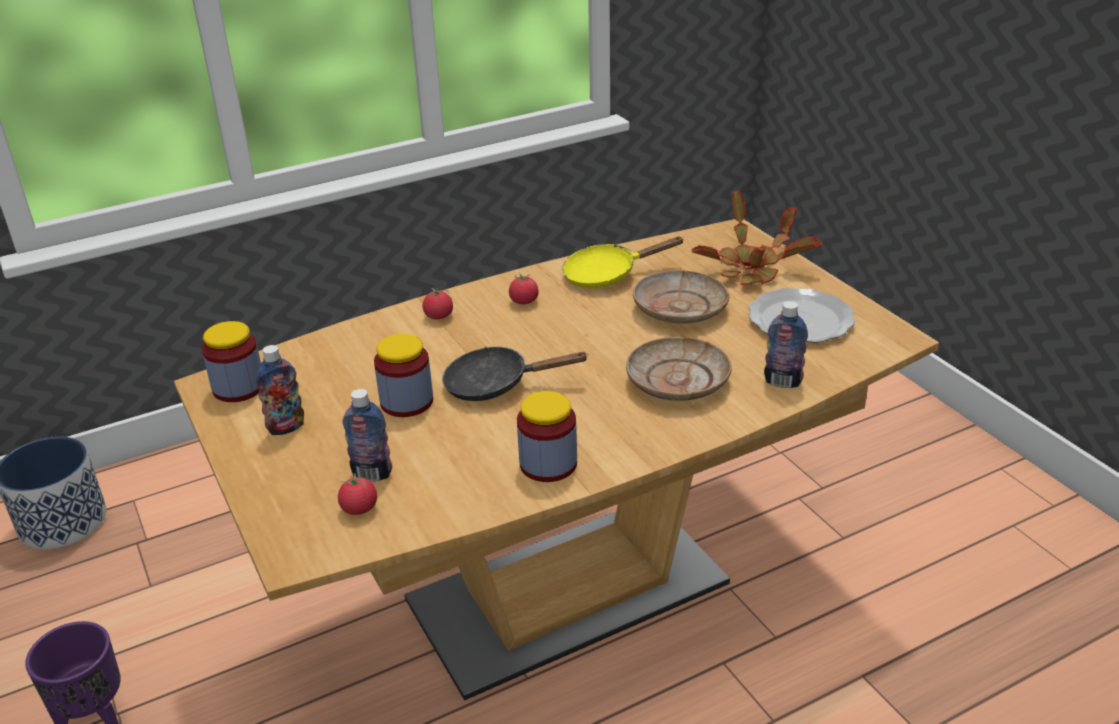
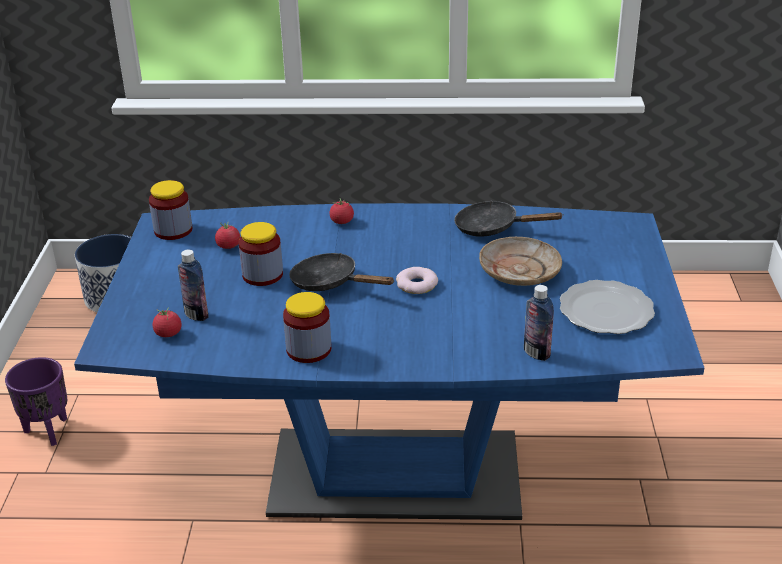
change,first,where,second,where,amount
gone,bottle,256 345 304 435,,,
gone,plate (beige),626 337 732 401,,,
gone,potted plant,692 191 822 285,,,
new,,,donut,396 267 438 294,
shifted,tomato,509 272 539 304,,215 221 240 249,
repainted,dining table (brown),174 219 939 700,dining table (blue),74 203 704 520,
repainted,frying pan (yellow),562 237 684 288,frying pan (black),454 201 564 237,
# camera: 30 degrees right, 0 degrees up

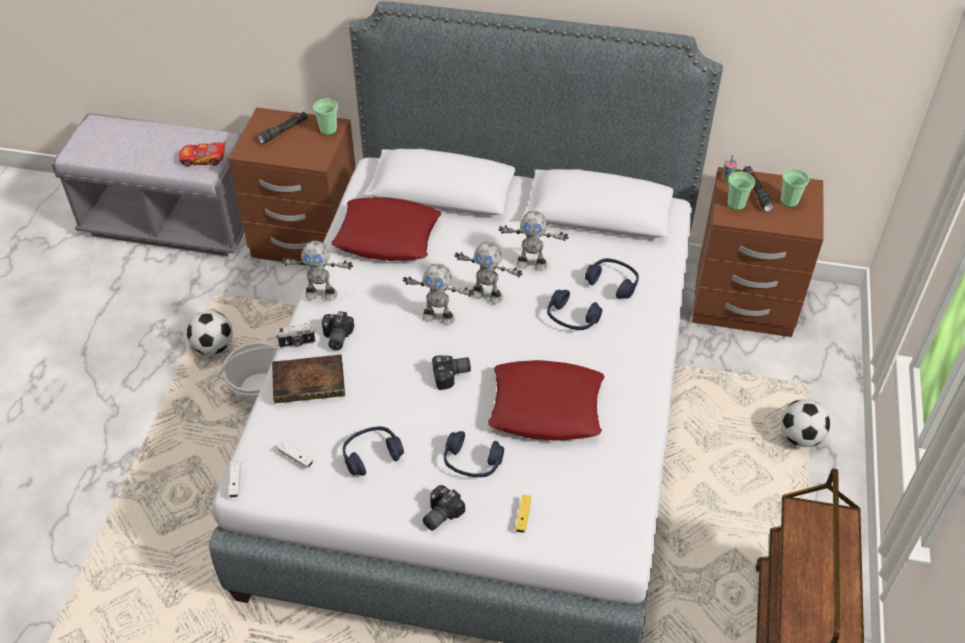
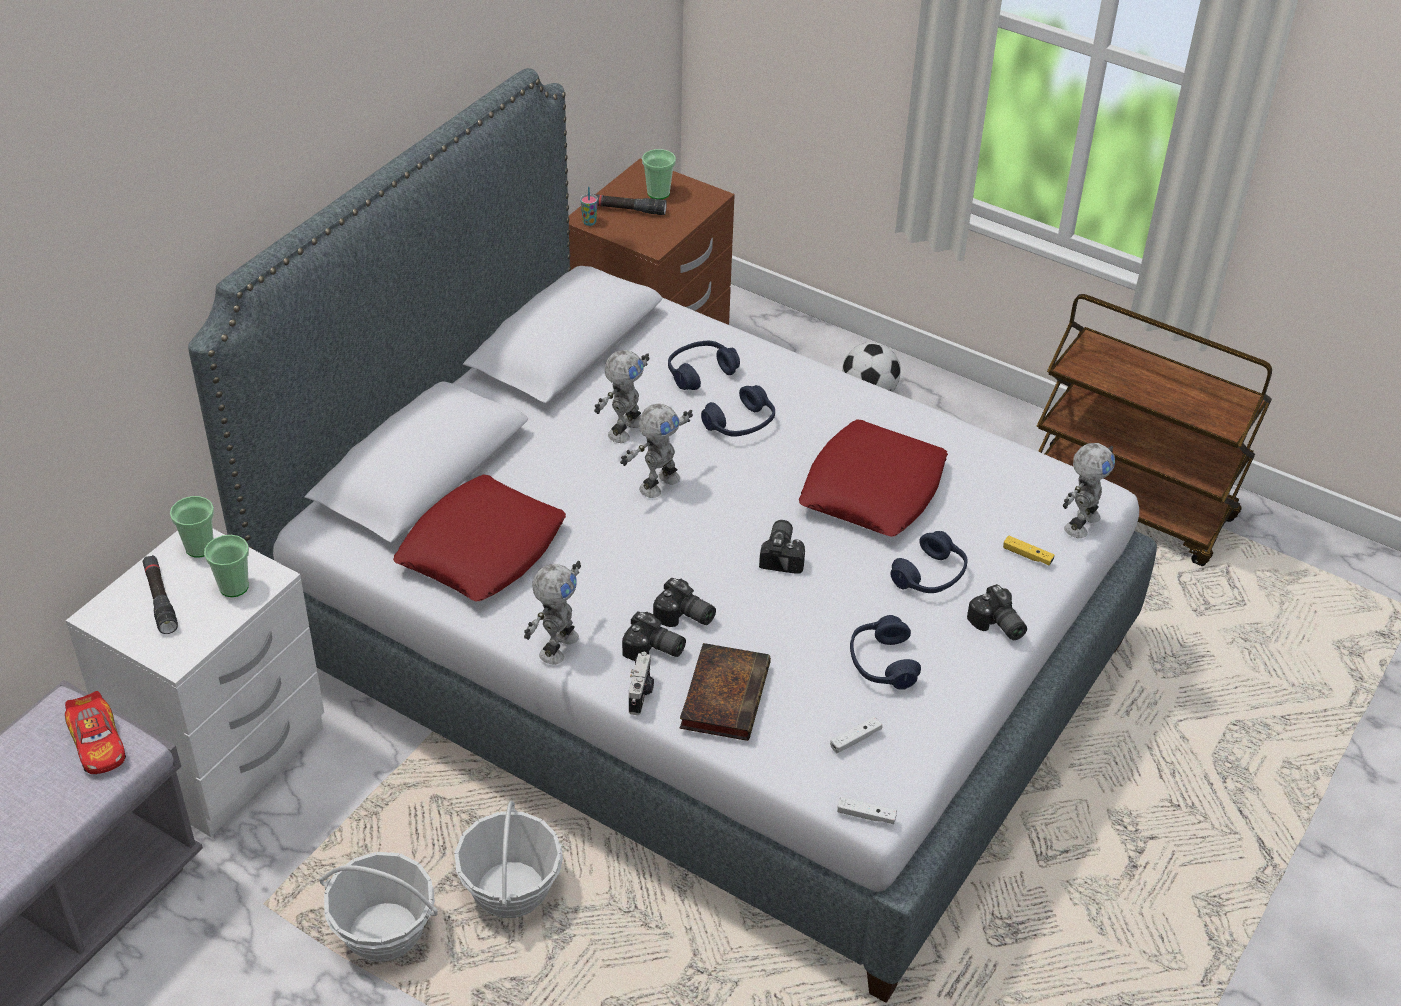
change,first,where,second,where,amount
new,,,photo camera,653 577 716 627,
shifted,toy robot,403 263 474 326,,1063 443 1115 538,
shifted,cup,728 171 755 210,,204 535 249 597,
swapped,football,187 310 233 355,basket,319 852 438 962,
repainted,nightstand (brown),228 107 356 266,nightstand (white),66 529 324 837,
rotated,toy car,179 142 225 166,,65 691 126 774,45 degrees counterclockwise
# camera: 70 degrees left, 5 degrees down

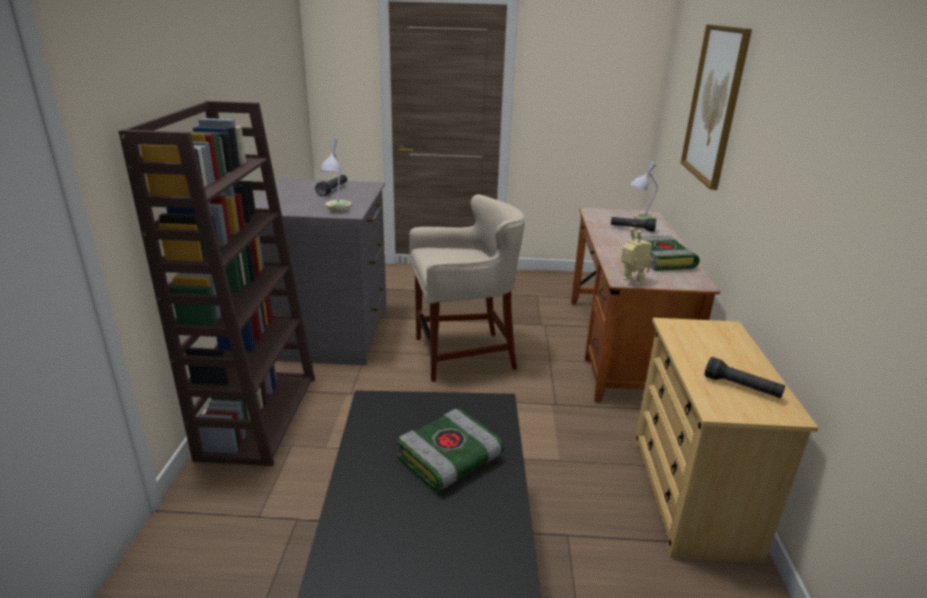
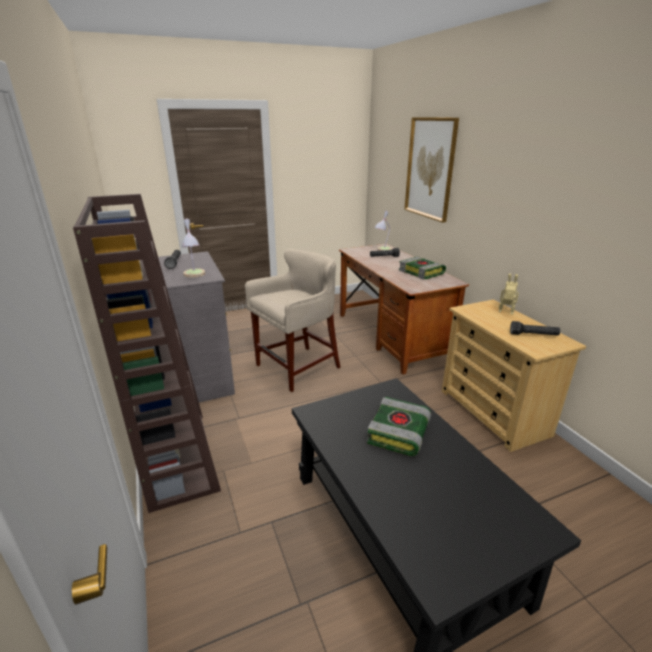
change,first,where,second,where,amount
shifted,toy robot,621 228 652 285,,499 274 519 315,
# camera: 25 degrees left, 0 degrees up

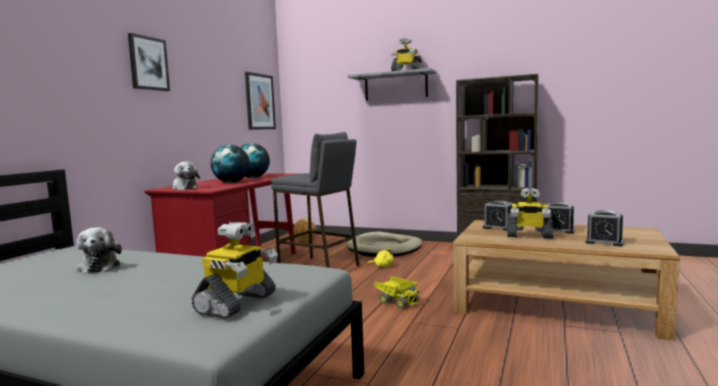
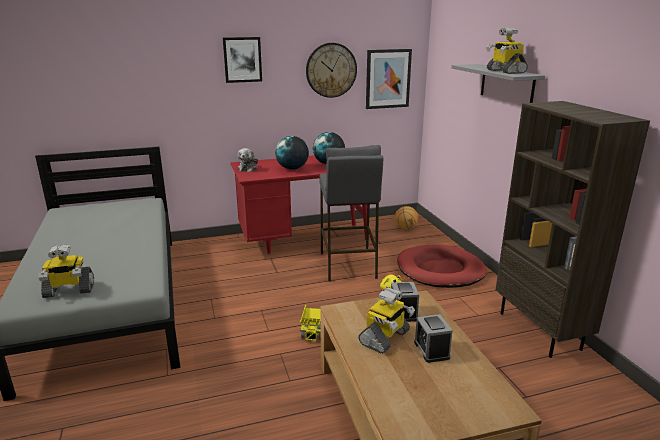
change,first,where,second,where,amount
gone,plush toy,76 228 122 273,,,
gone,alarm clock,586 210 624 247,,,
new,,,wall clock,306 43 357 98,
repainted,dog bed (beige),346 232 422 257,dog bed (red),397 245 487 288,
rotated,toy robot,507 188 553 239,,358 288 415 354,120 degrees counterclockwise
# camera: 50 degrees right, 15 degrees up

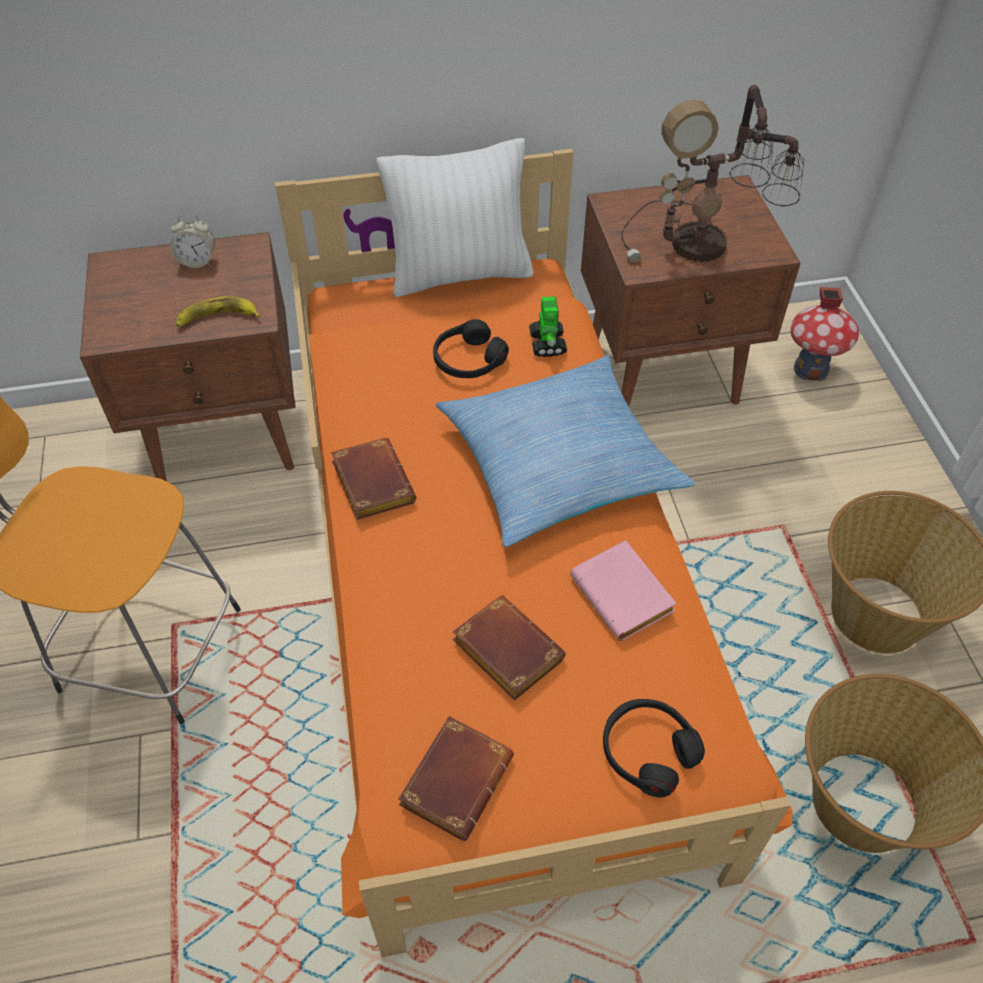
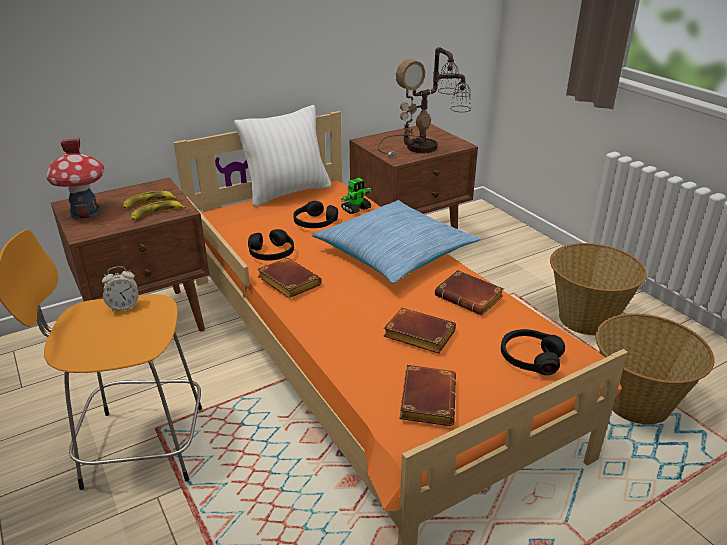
change,first,where,second,where,amount
new,,,banana,123 191 177 208,
new,,,headphones (black),248 229 294 261,
shifted,alarm clock,170 215 215 268,,102 266 139 312,
shifted,toy house,790 287 859 381,,46 138 104 219,
repainted,book (pink),570 540 677 641,book (brown),435 270 504 316,
rotated,toy robot,529 297 567 357,,341 178 372 214,75 degrees clockwise
# camera: 20 degrees left, 20 degrees down

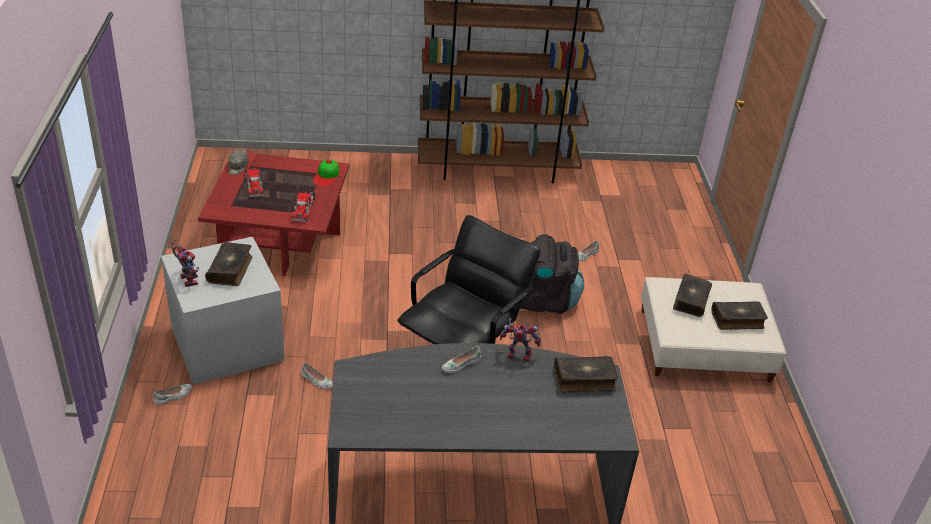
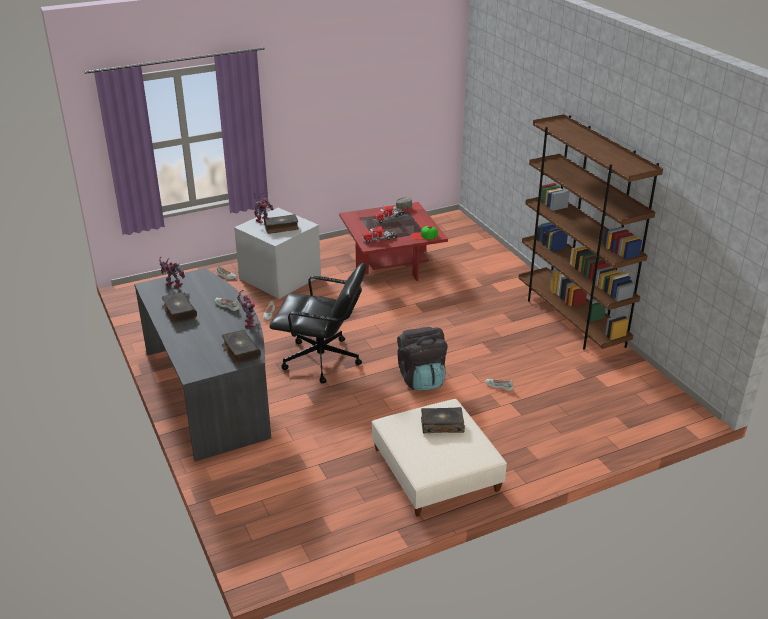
change,first,where,second,where,amount
new,,,toy robot,159 256 185 288,
shifted,book,711 301 768 330,,162 292 197 324,
# camera: 70 degrees right, 5 degrees down

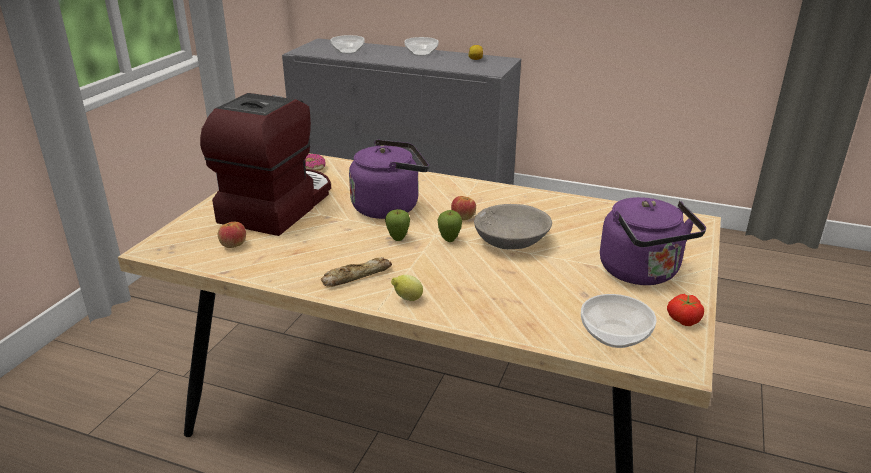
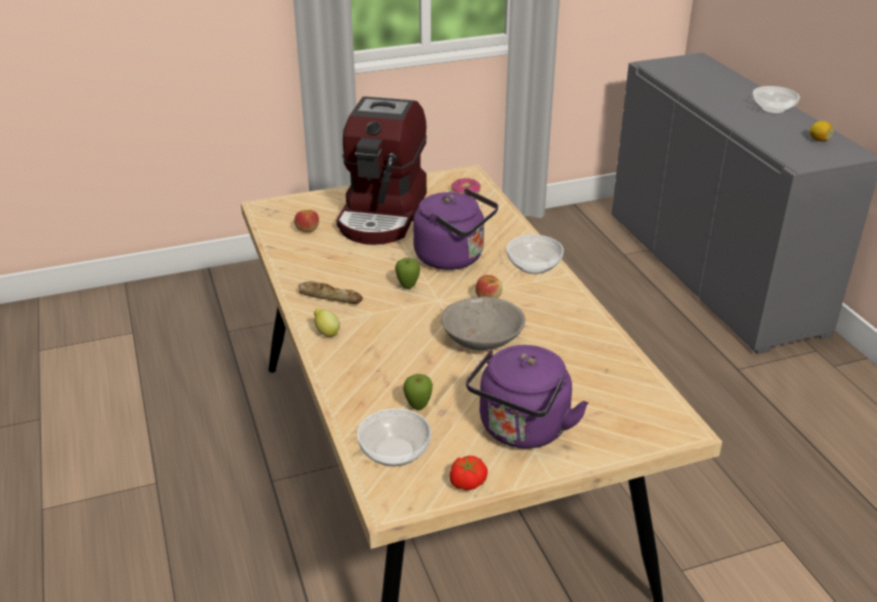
change,first,where,second,where,amount
shifted,bowl,331 35 365 54,,507 235 564 274,
shifted,apple,438 210 462 242,,403 374 433 410,
rotated,coffee machine,200 93 331 236,,336 96 427 245,120 degrees clockwise
# camera: 50 degrees right, 5 degrees up

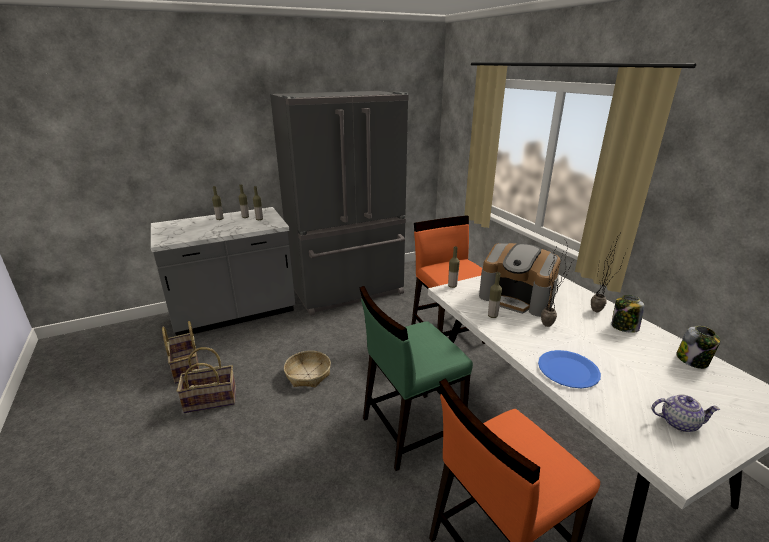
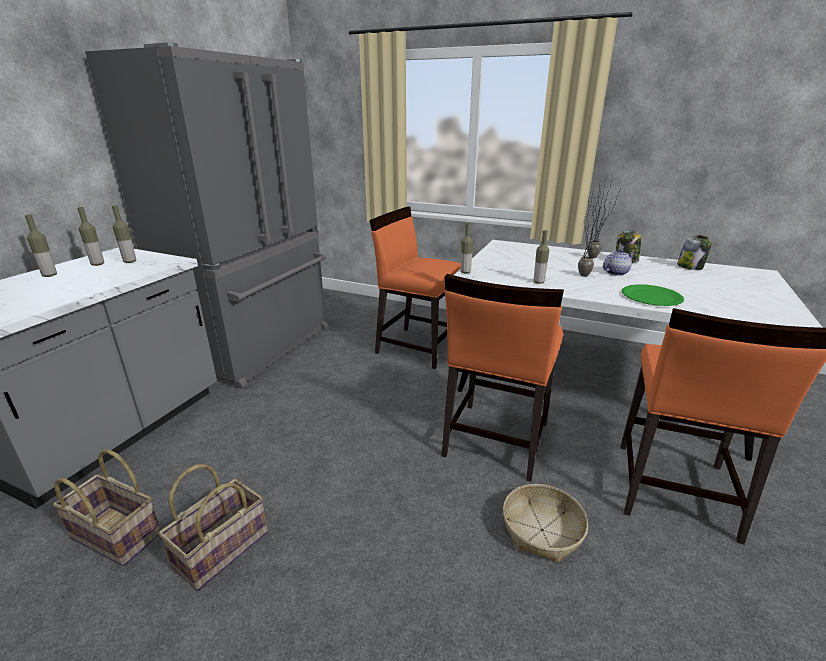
change,first,where,second,where,amount
gone,coffee machine,479 243 561 317,,,
shifted,basket,284 351 331 387,,503 484 588 563,
shifted,teapot,652 394 720 432,,603 249 634 276,
repainted,chair (green),360 286 473 471,chair (orange),441 274 564 482,
repainted,plate (blue),538 350 601 388,plate (green),622 284 684 306,
# camera: 40 degrees left, 0 degrees up

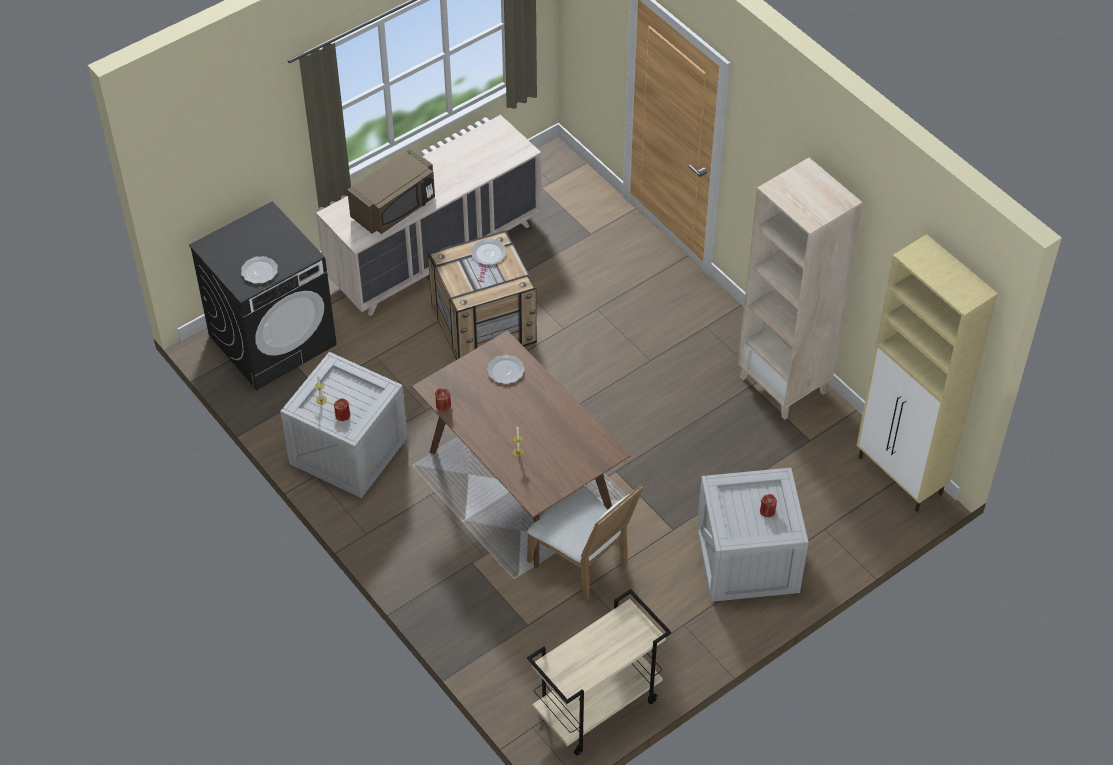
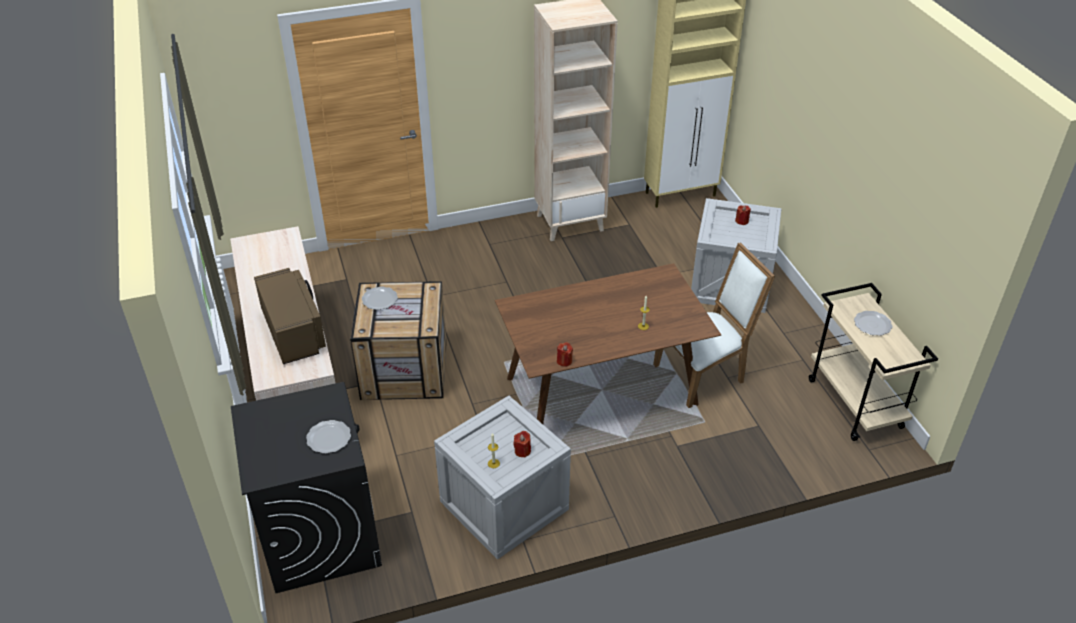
change,first,where,second,where,amount
shifted,plate,487 355 525 384,,854 311 892 336,
# camera: 70 degrees left, 10 degrees down

